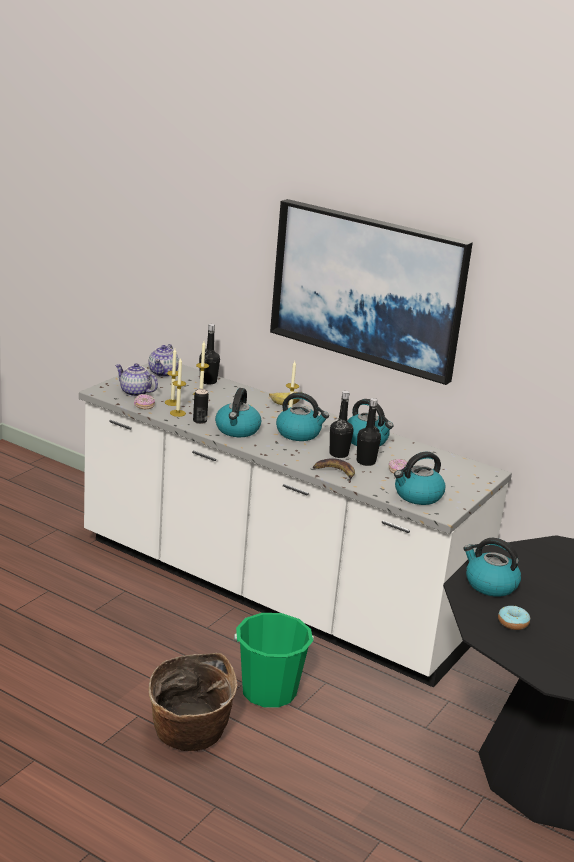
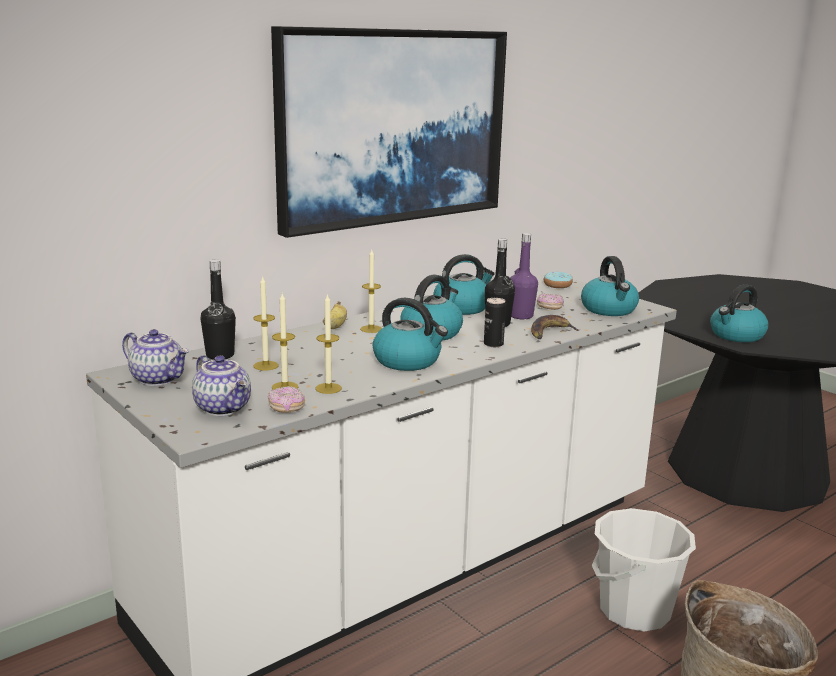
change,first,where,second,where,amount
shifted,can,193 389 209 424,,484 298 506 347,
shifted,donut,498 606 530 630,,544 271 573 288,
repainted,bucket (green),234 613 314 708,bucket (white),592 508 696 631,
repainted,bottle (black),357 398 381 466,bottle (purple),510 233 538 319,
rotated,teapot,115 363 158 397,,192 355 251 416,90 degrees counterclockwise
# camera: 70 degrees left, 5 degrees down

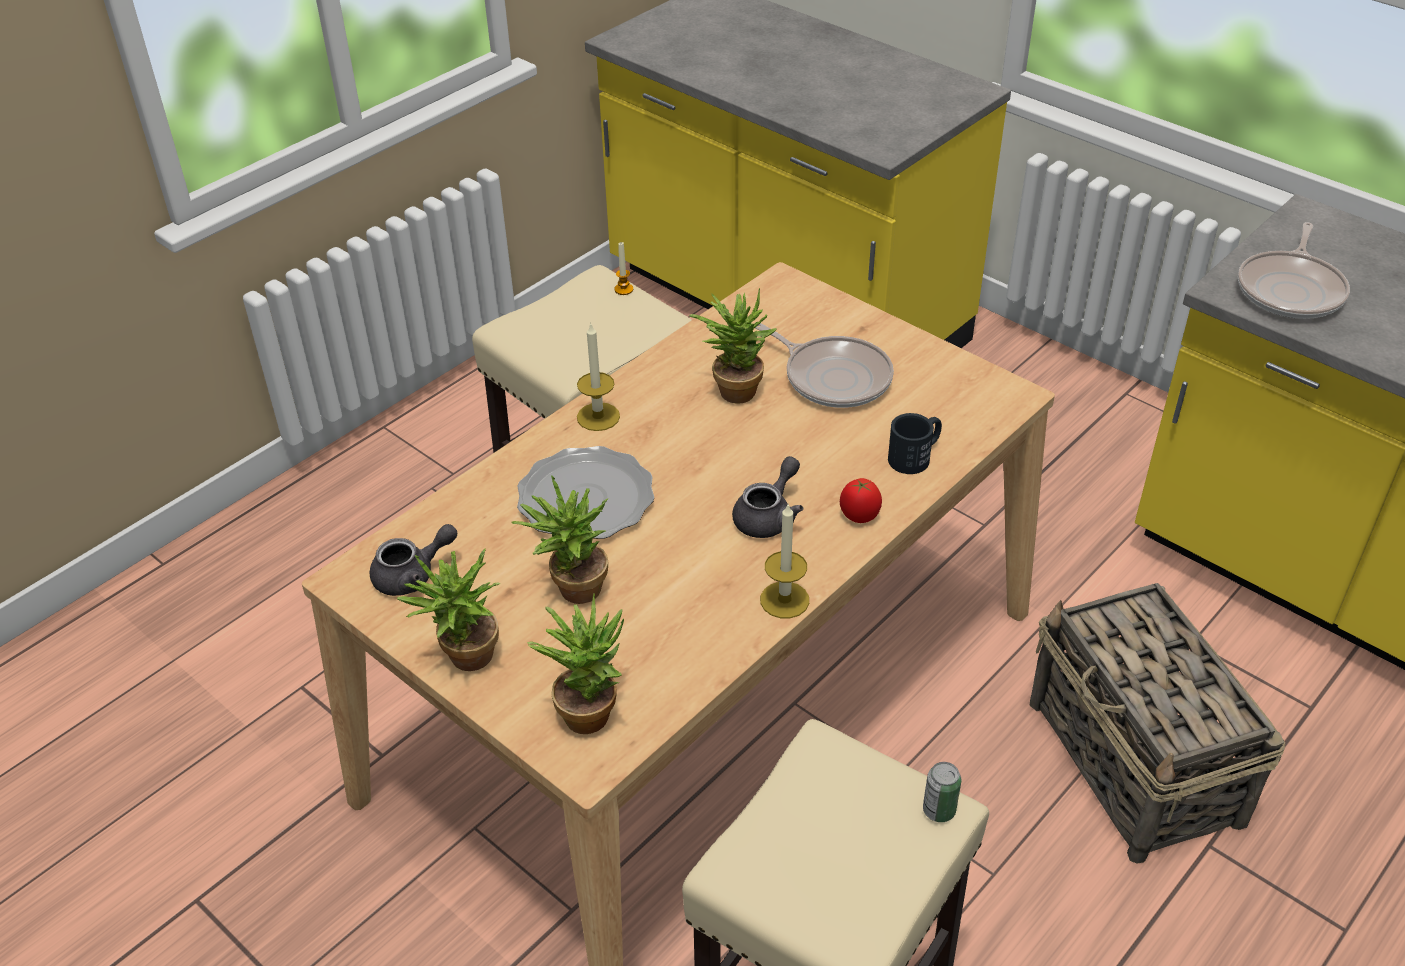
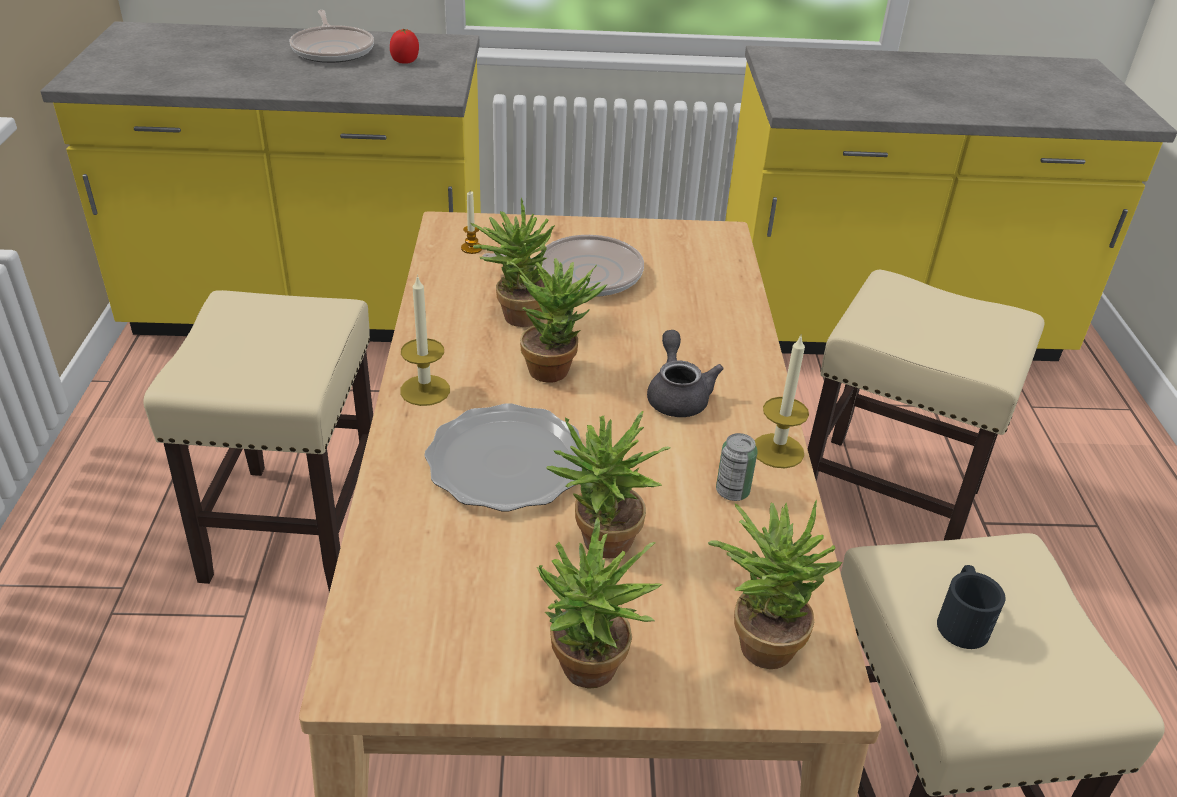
change,first,where,second,where,amount
gone,teapot (grey),370 524 457 596,,,
new,,,potted plant,510 258 608 382,
shifted,candle,614 242 633 295,,461 191 482 254,
shifted,tomato,840 478 882 523,,390 29 419 63,
shifted,mug (black),888 413 942 474,,937 565 1006 649,
shifted,can,923 762 961 822,,716 433 757 501,
shifted,frying pan,1238 222 1350 319,,290 10 374 63,
swapped,basket,1030 583 1285 864,stool (beige),808 270 1045 540,
# camera: 45 degrees left, 5 degrees down

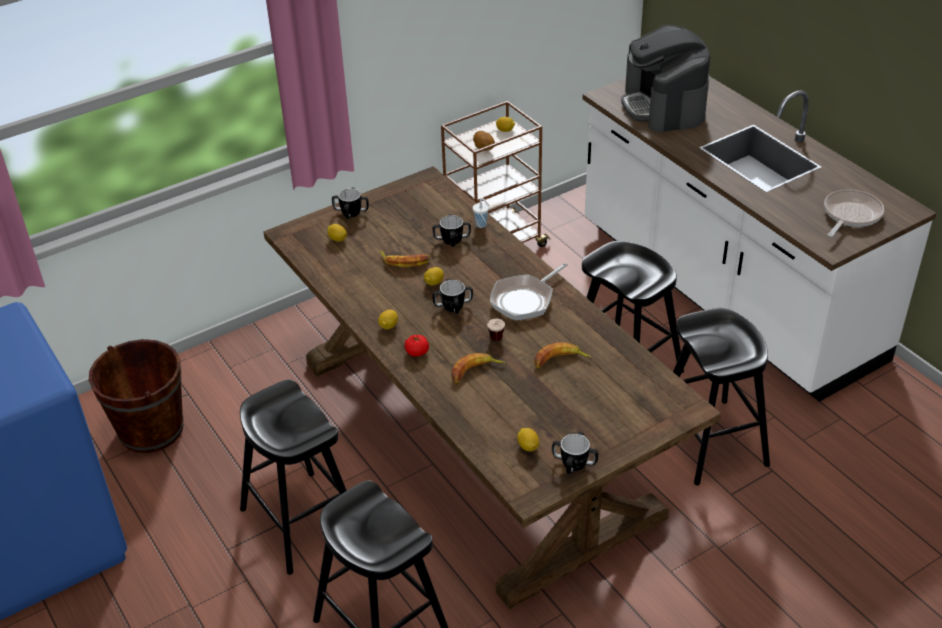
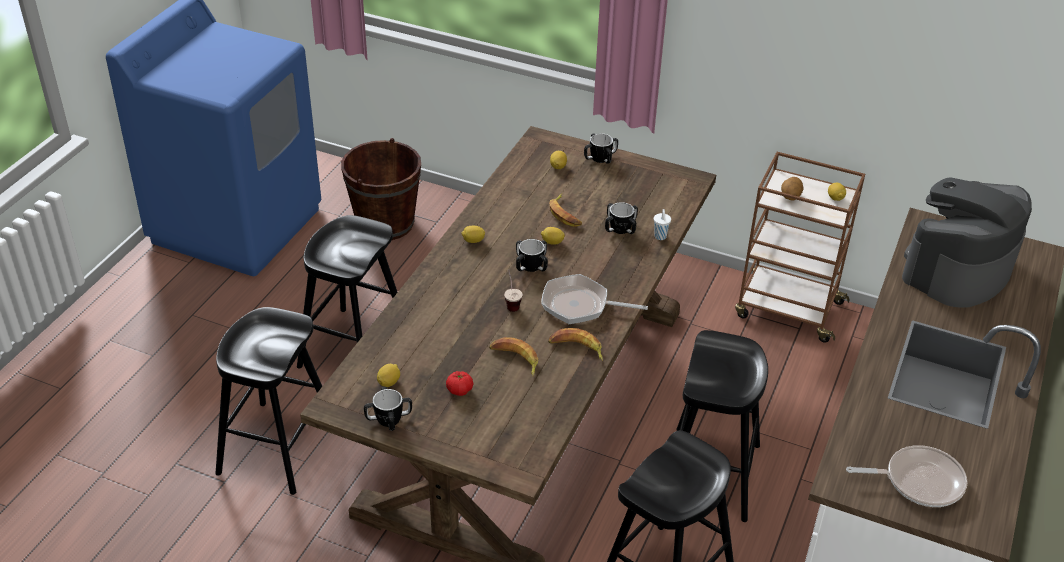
change,first,where,second,where,amount
shifted,tomato,404 335 429 356,,446 371 473 396,
shifted,banana,451 353 506 385,,548 328 603 361,
# camera: 55 degrees right, 0 degrees up

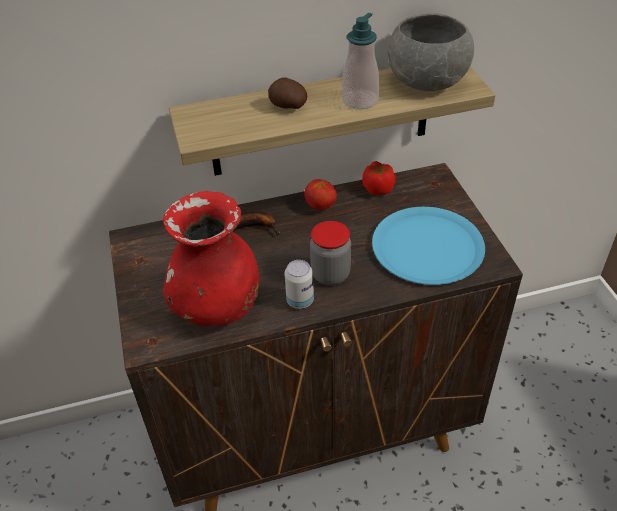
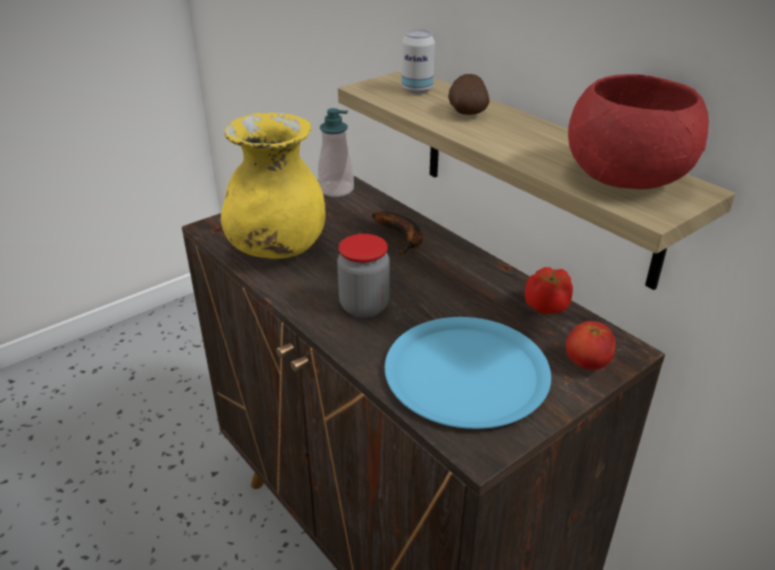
change,first,where,second,where,amount
shifted,can,284 260 314 309,,401 30 435 94,
shifted,tomato,304 179 337 210,,566 321 615 370,
shifted,soap dispenser,342 13 379 110,,318 108 354 197,
repainted,vase (red),163 191 259 326,vase (yellow),221 112 326 259,
repainted,bowl (grey),388 13 474 91,bowl (red),568 74 709 189,
# camera: 65 degrees right, 10 degrees down

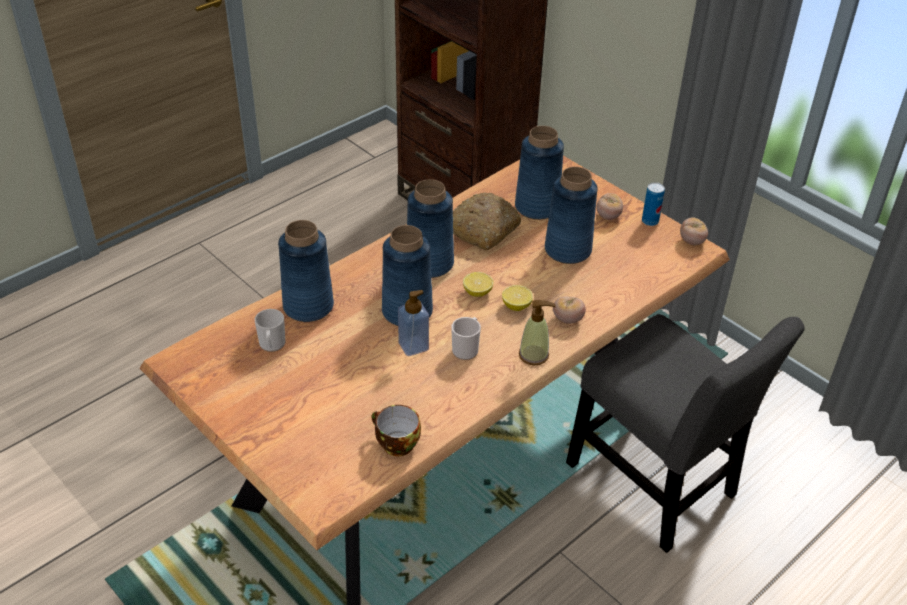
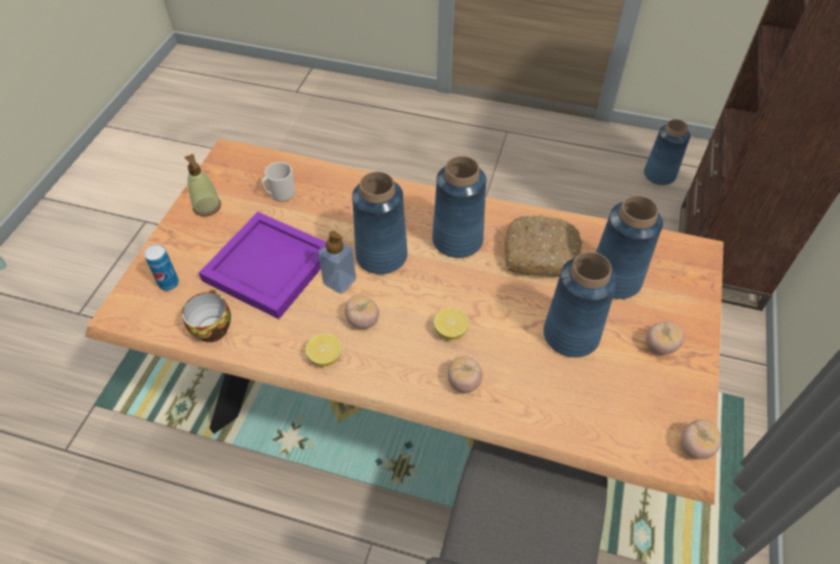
change,first,where,second,where,amount
new,,,tray (purple),199 212 326 319,
shifted,vase (blue),278 220 334 322,,644 119 690 185,
shifted,lemon,463 272 494 297,,305 333 342 366,
shifted,soap dispenser,519 300 556 365,,185 154 221 216,
shifted,can,642 182 665 226,,144 244 179 291,
swapped,mug,451 317 481 360,tomato,345 295 379 329,
# camera: 60 degrees right, 10 degrees up

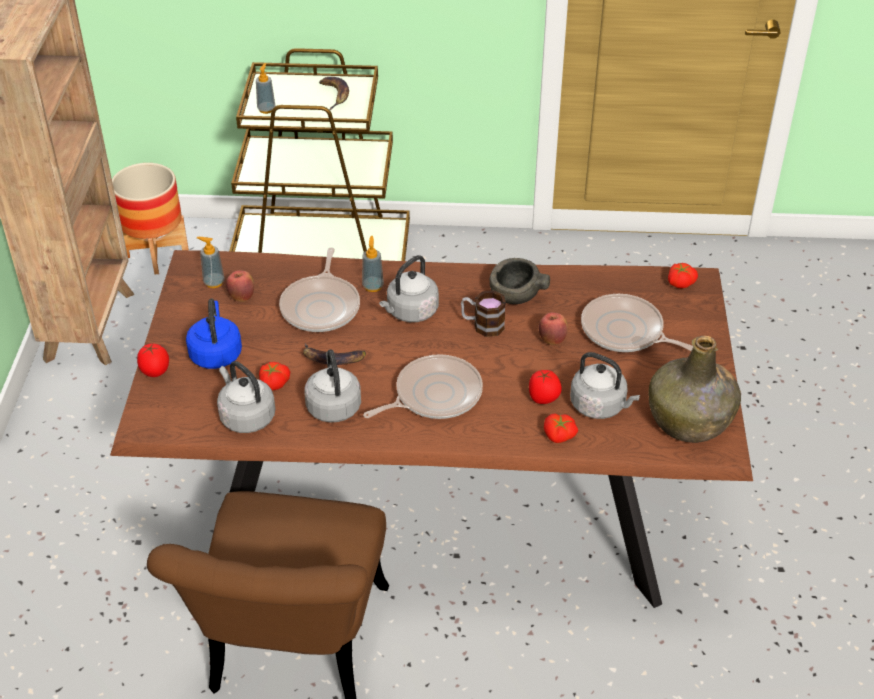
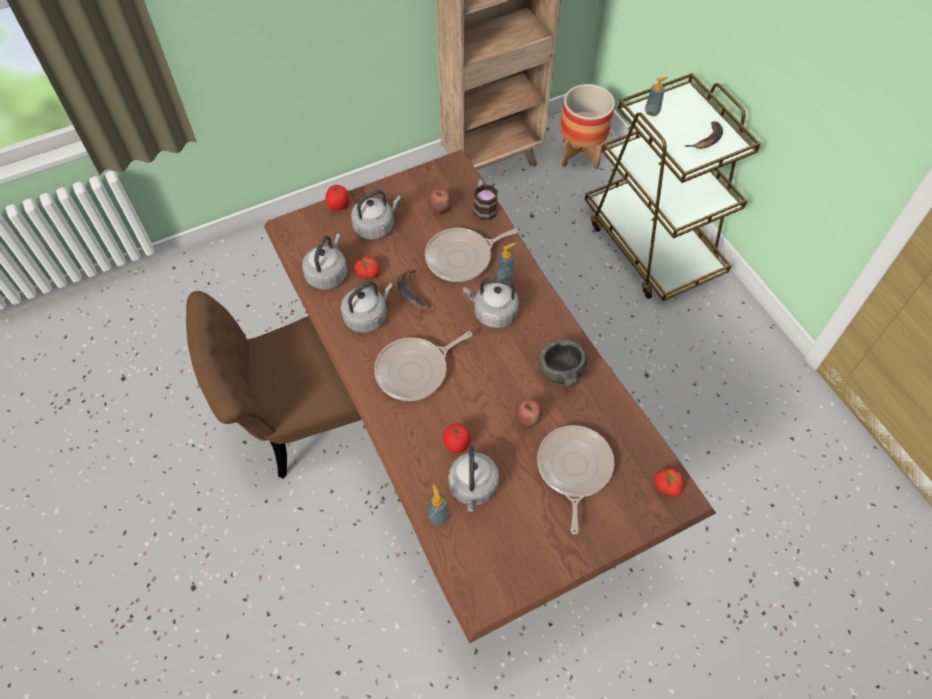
change,first,where,second,where,amount
gone,tomato,544 413 578 443,,,
gone,bottle (green),649 336 741 443,,,
shifted,soap dispenser,197 237 225 288,,428 485 449 526,
shifted,mug,461 290 506 337,,474 179 498 221,
repainted,kettle (blue),186 298 242 369,kettle (grey),351 190 401 240,
rotated,frying pan,363 354 483 419,,374 332 472 401,120 degrees clockwise
# camera: 60 degrees right, 15 degrees up

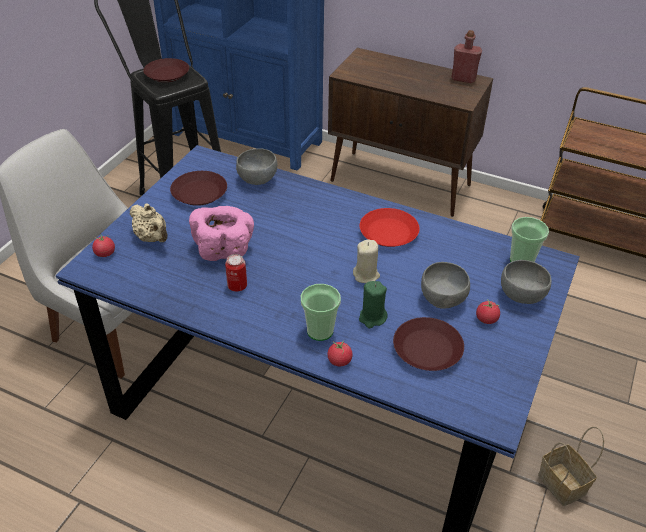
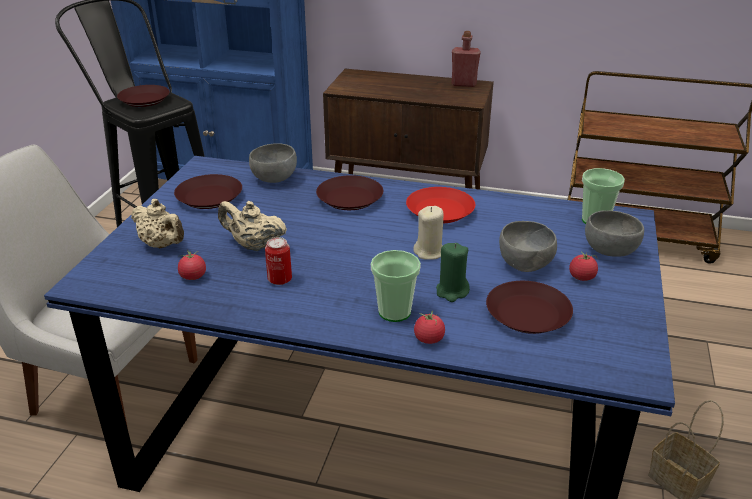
change,first,where,second,where,amount
new,,,plate (brown),316 175 383 210,
shifted,tomato,92 233 115 257,,178 249 206 280,
swapped,bowl (pink),189 206 254 261,teapot (beige),218 201 287 251,
# camera: 10 degrees left, 10 degrees down

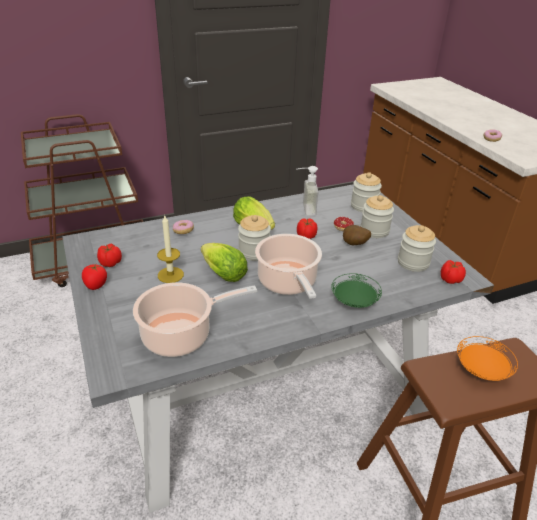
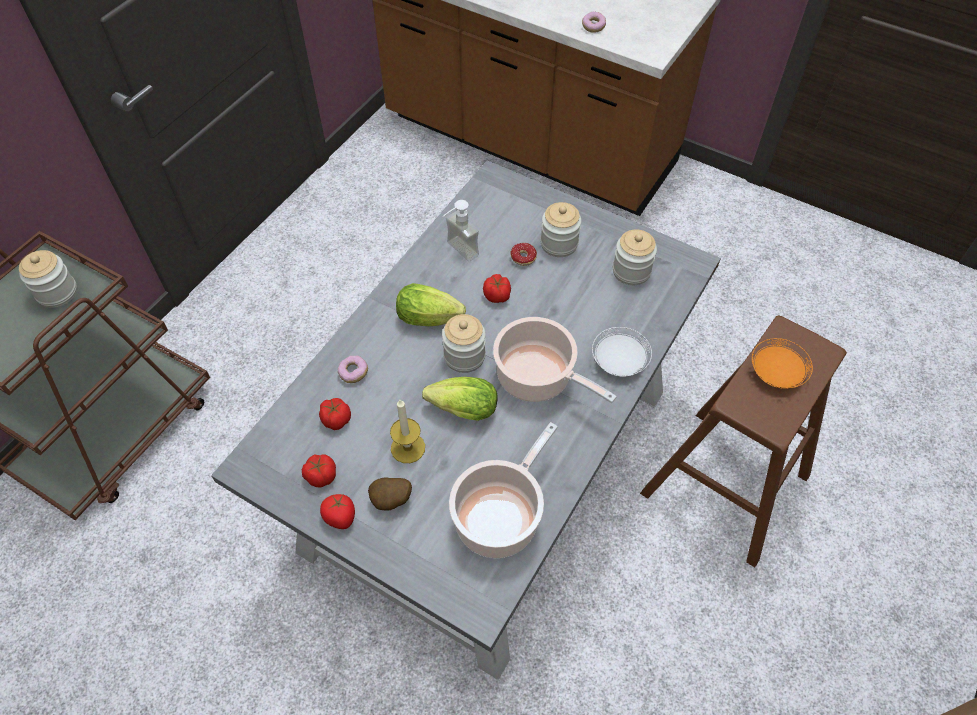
change,first,where,second,where,amount
shifted,potato,343 225 371 245,,368 477 412 511,
shifted,jar,351 172 382 212,,19 250 77 308,
shifted,tomato,441 260 466 284,,319 398 351 430,
repainted,plate (green),331 273 382 308,plate (white),592 327 652 377,
# camera: 35 degrees left, 20 degrees up

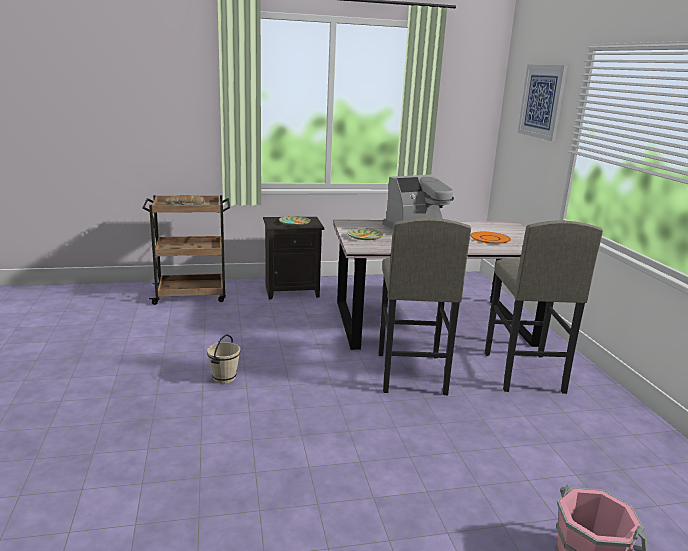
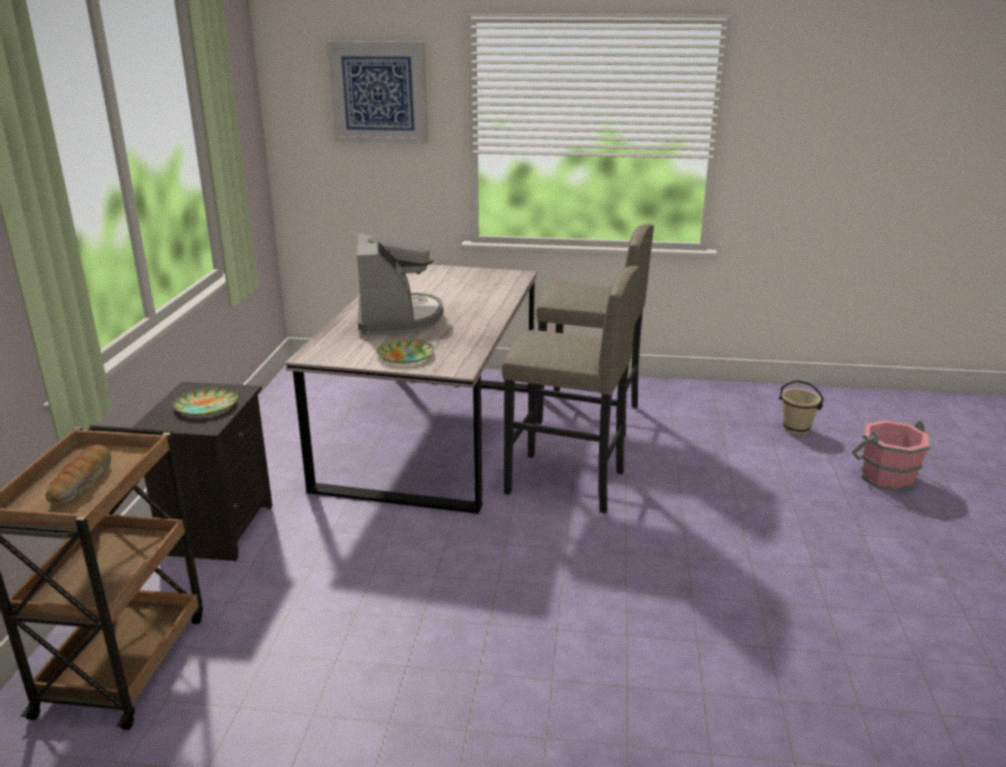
change,first,where,second,where,amount
gone,plate (orange),470 232 511 244,,,
shifted,bucket (beige),207 334 240 384,,779 380 824 435,
# camera: 70 degrees left, 5 degrees up

